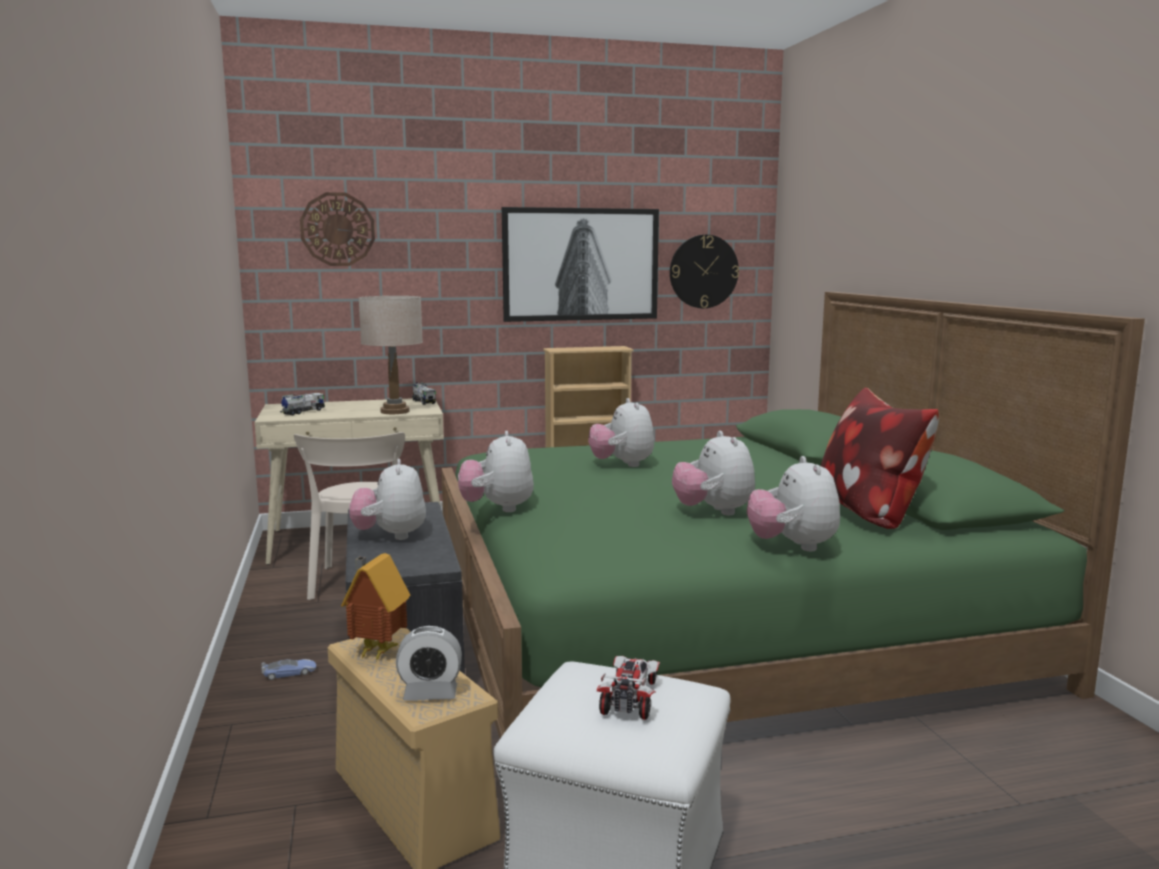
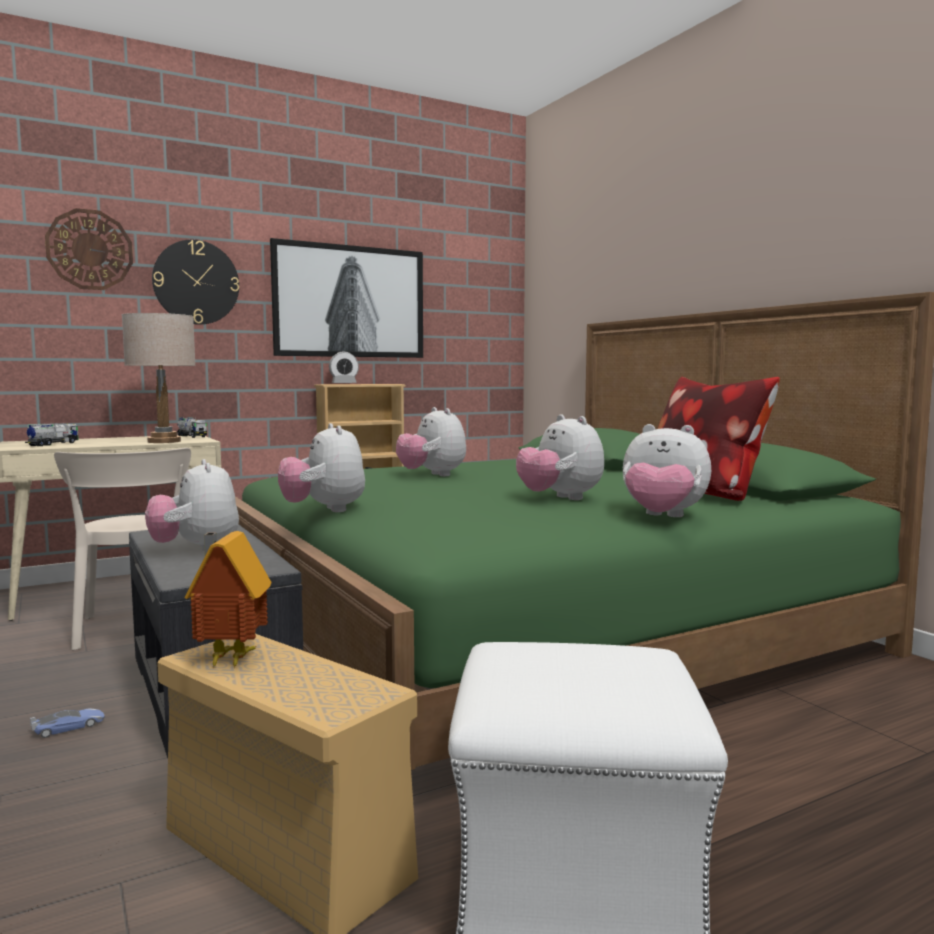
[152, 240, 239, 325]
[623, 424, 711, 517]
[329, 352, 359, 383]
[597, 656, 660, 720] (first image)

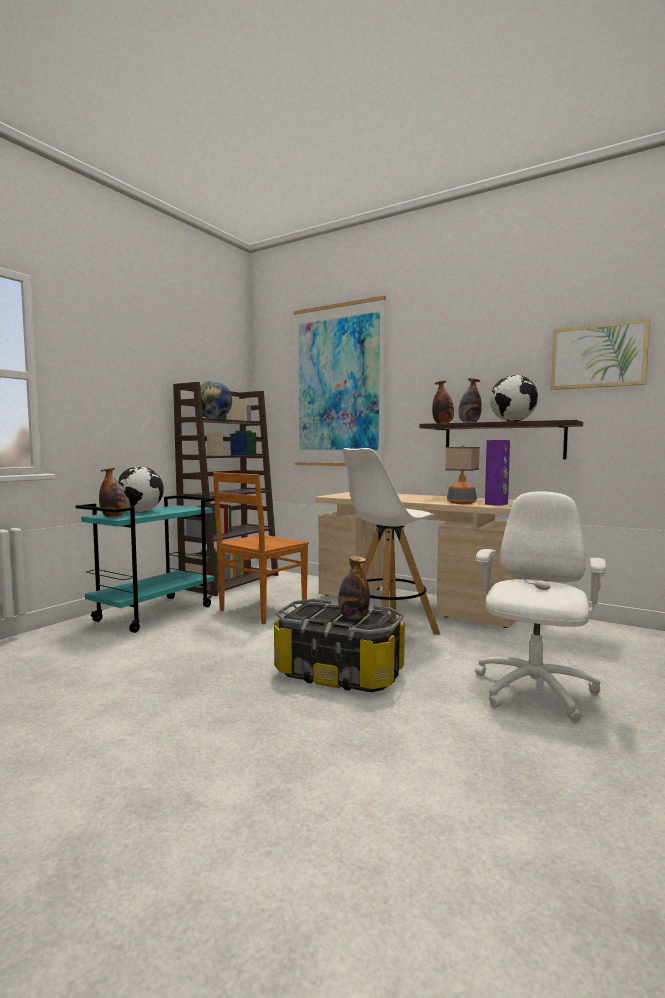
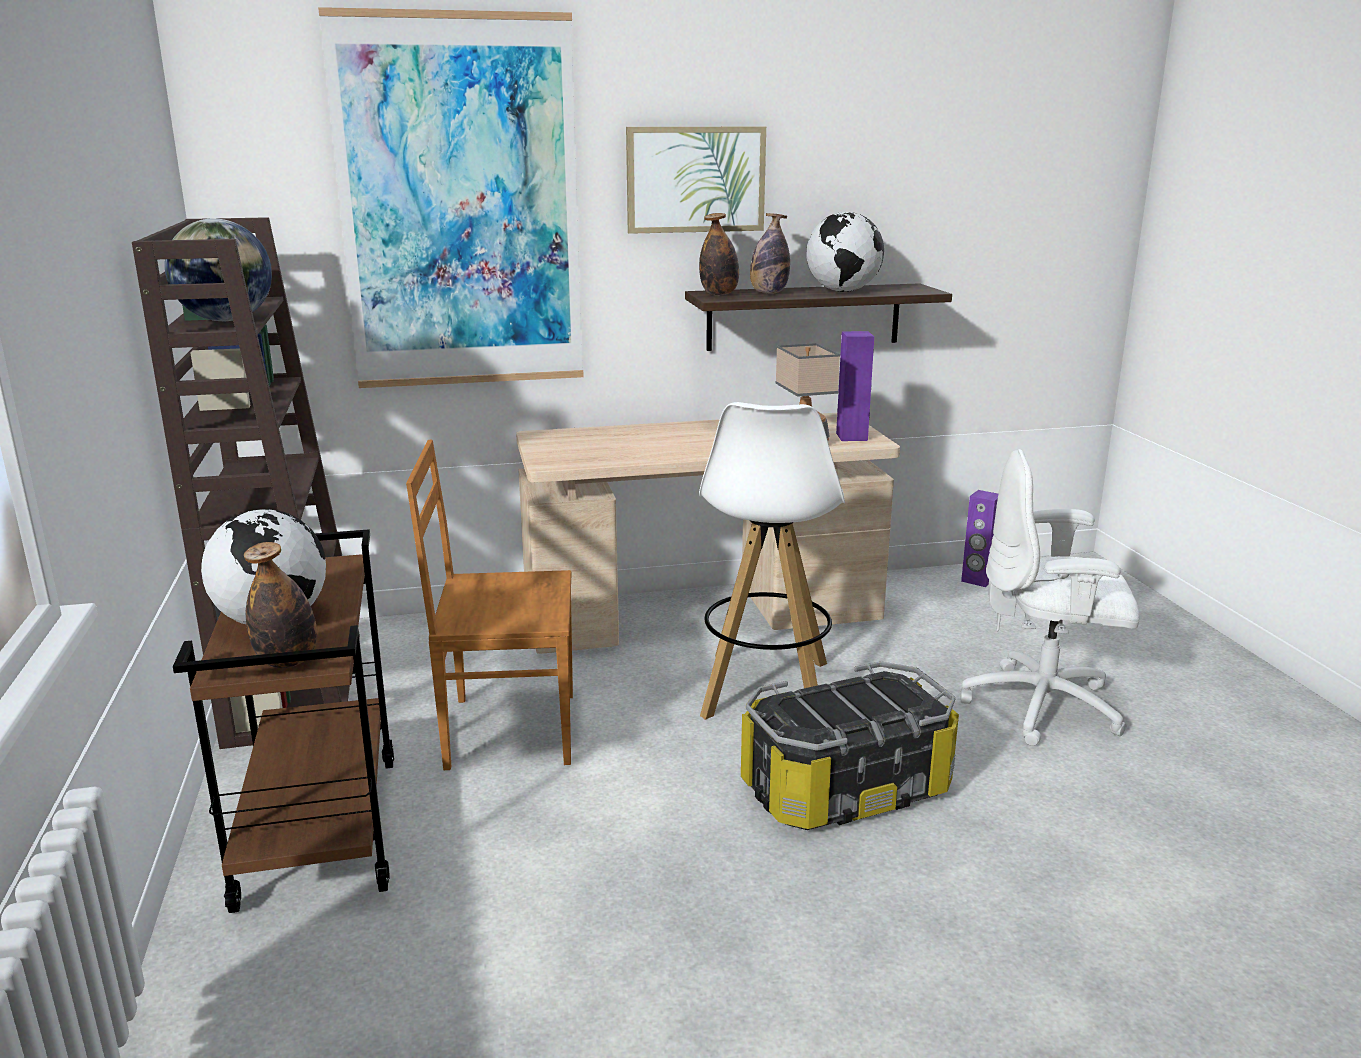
[626, 127, 766, 234]
[406, 439, 573, 770]
[961, 449, 1140, 746]
[173, 529, 394, 913]
[338, 556, 370, 619] (first image)
[961, 490, 998, 587]

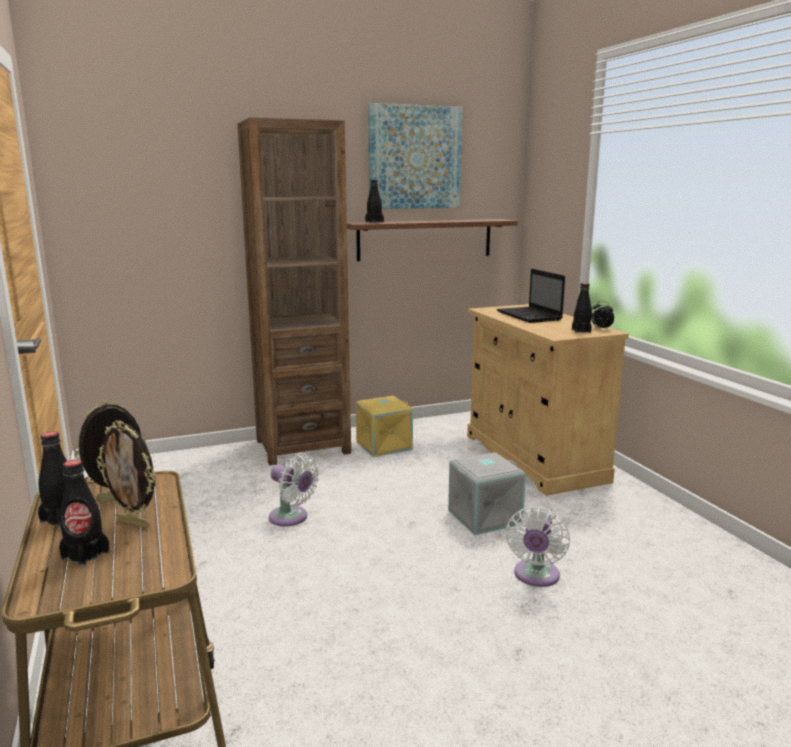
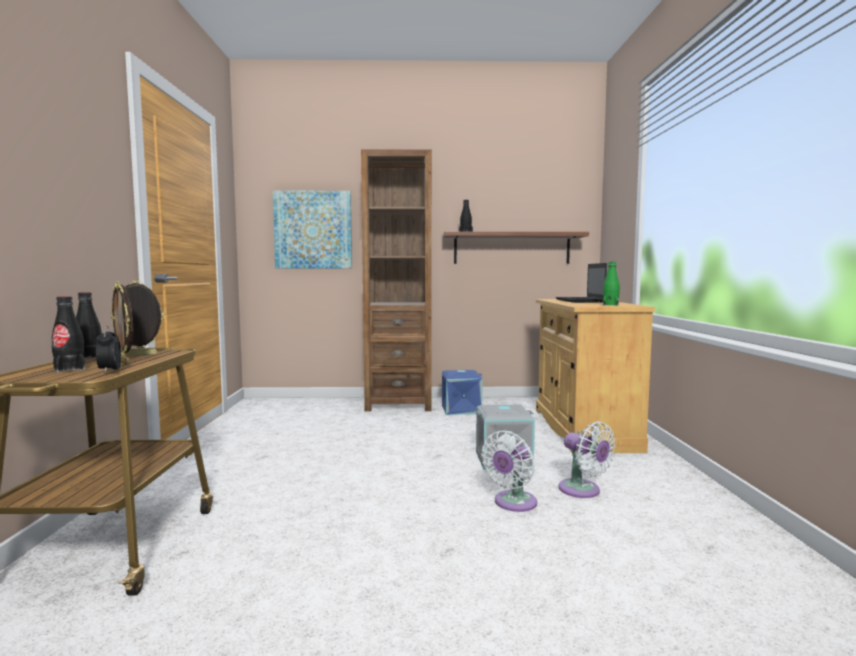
[273, 190, 352, 268]
[603, 262, 620, 306]
[96, 326, 121, 373]
[442, 370, 483, 415]
[559, 421, 616, 498]

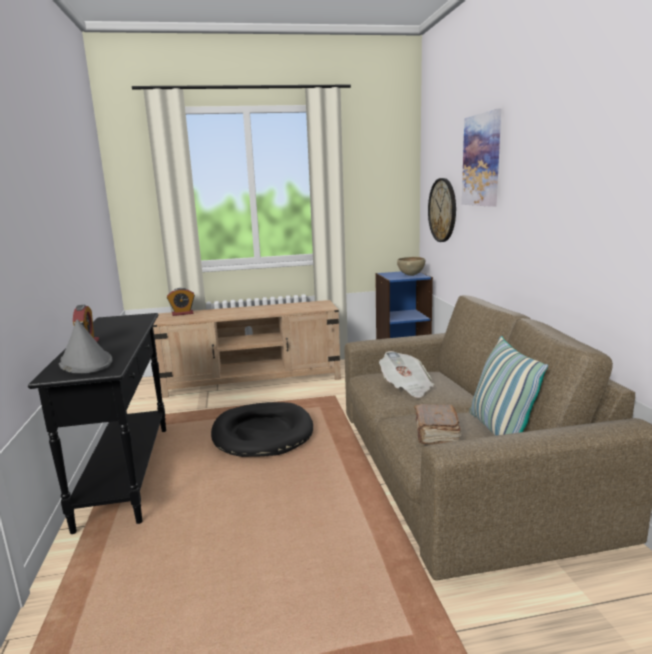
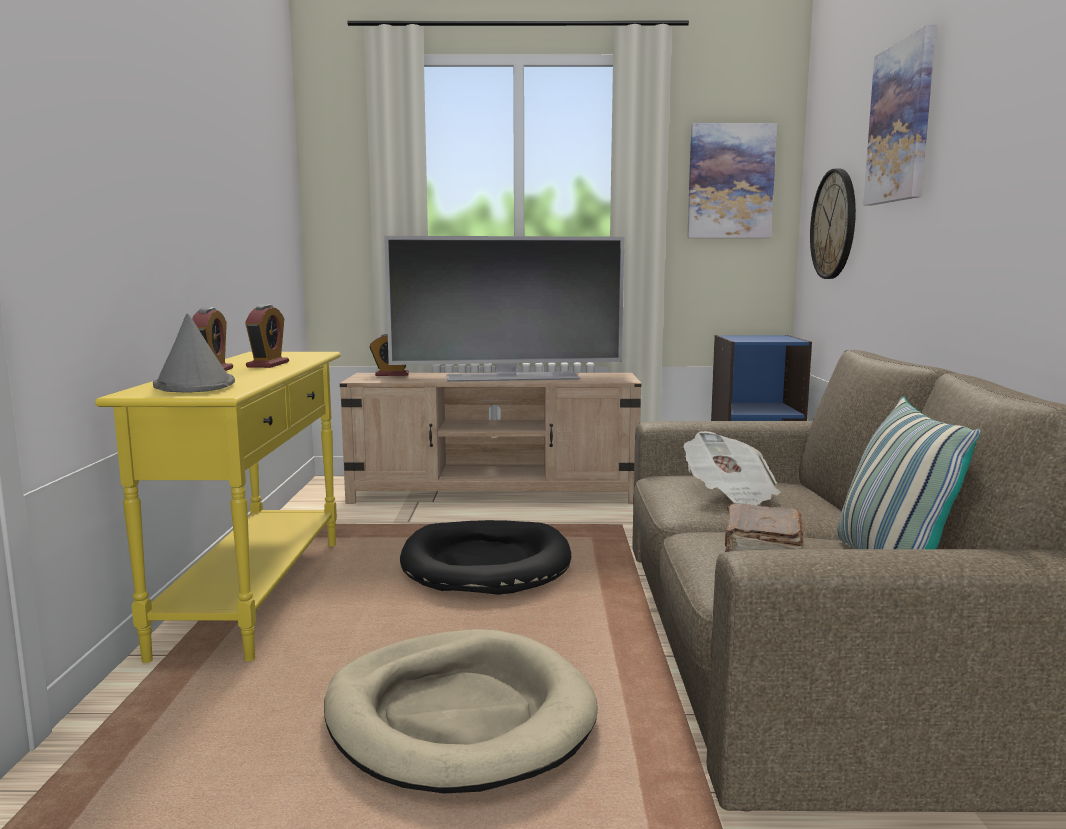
[397, 257, 425, 276] (first image)
[95, 352, 341, 663]
[687, 123, 777, 238]
[384, 236, 624, 382]
[245, 304, 289, 368]
[324, 629, 598, 793]

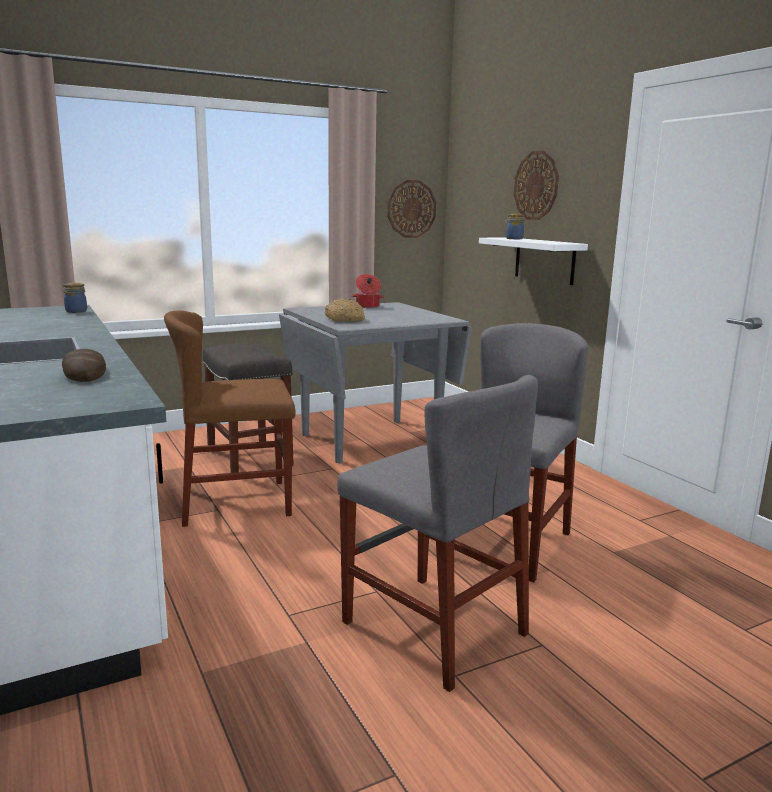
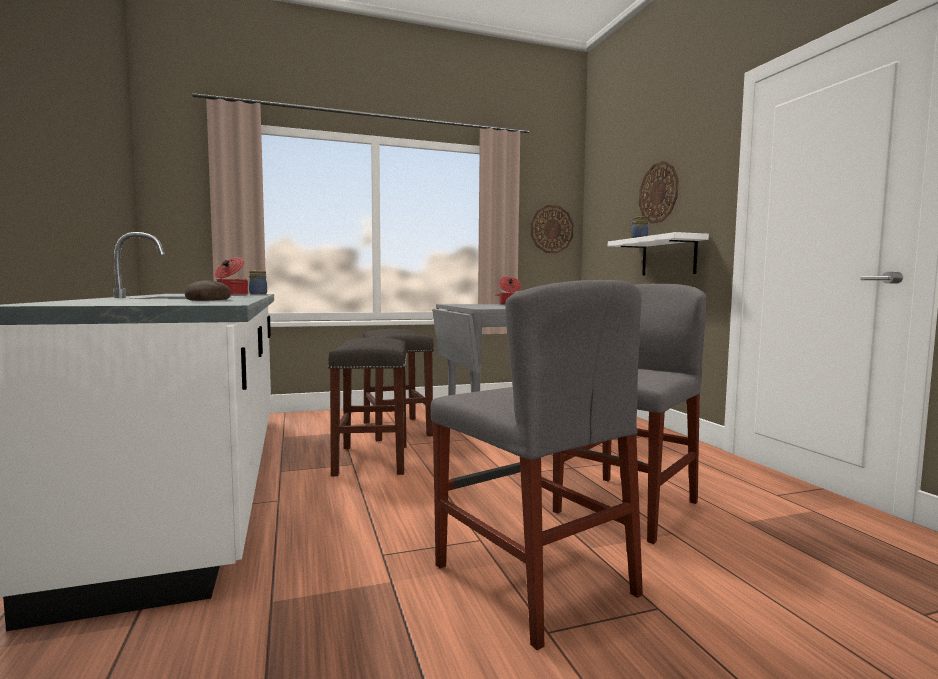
[325, 299, 365, 322] (first image)
[328, 337, 407, 476]
[215, 257, 248, 296]

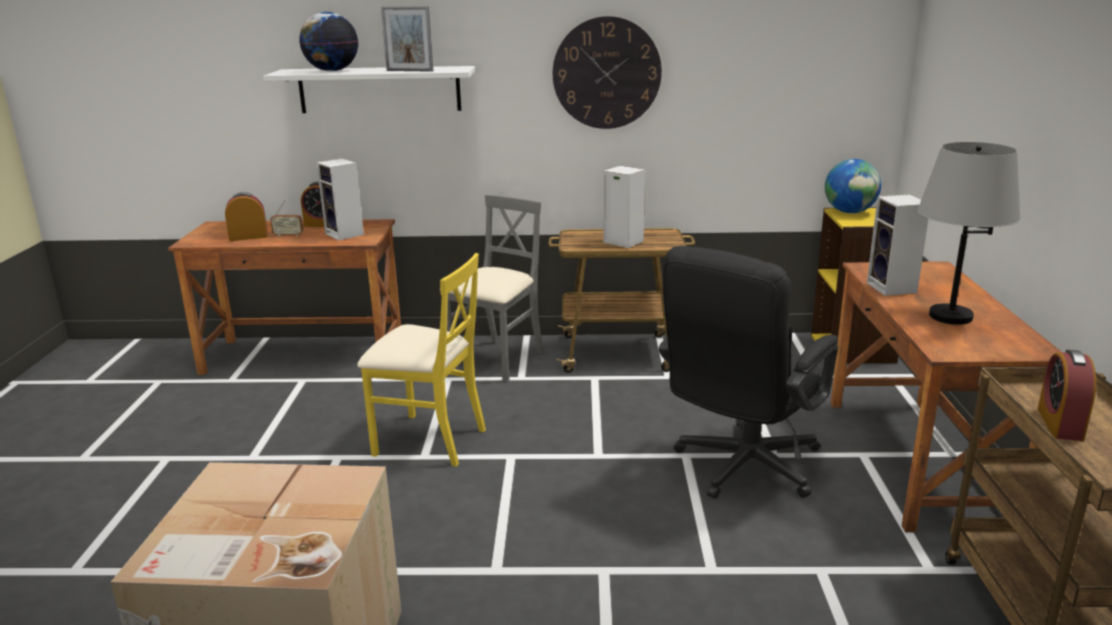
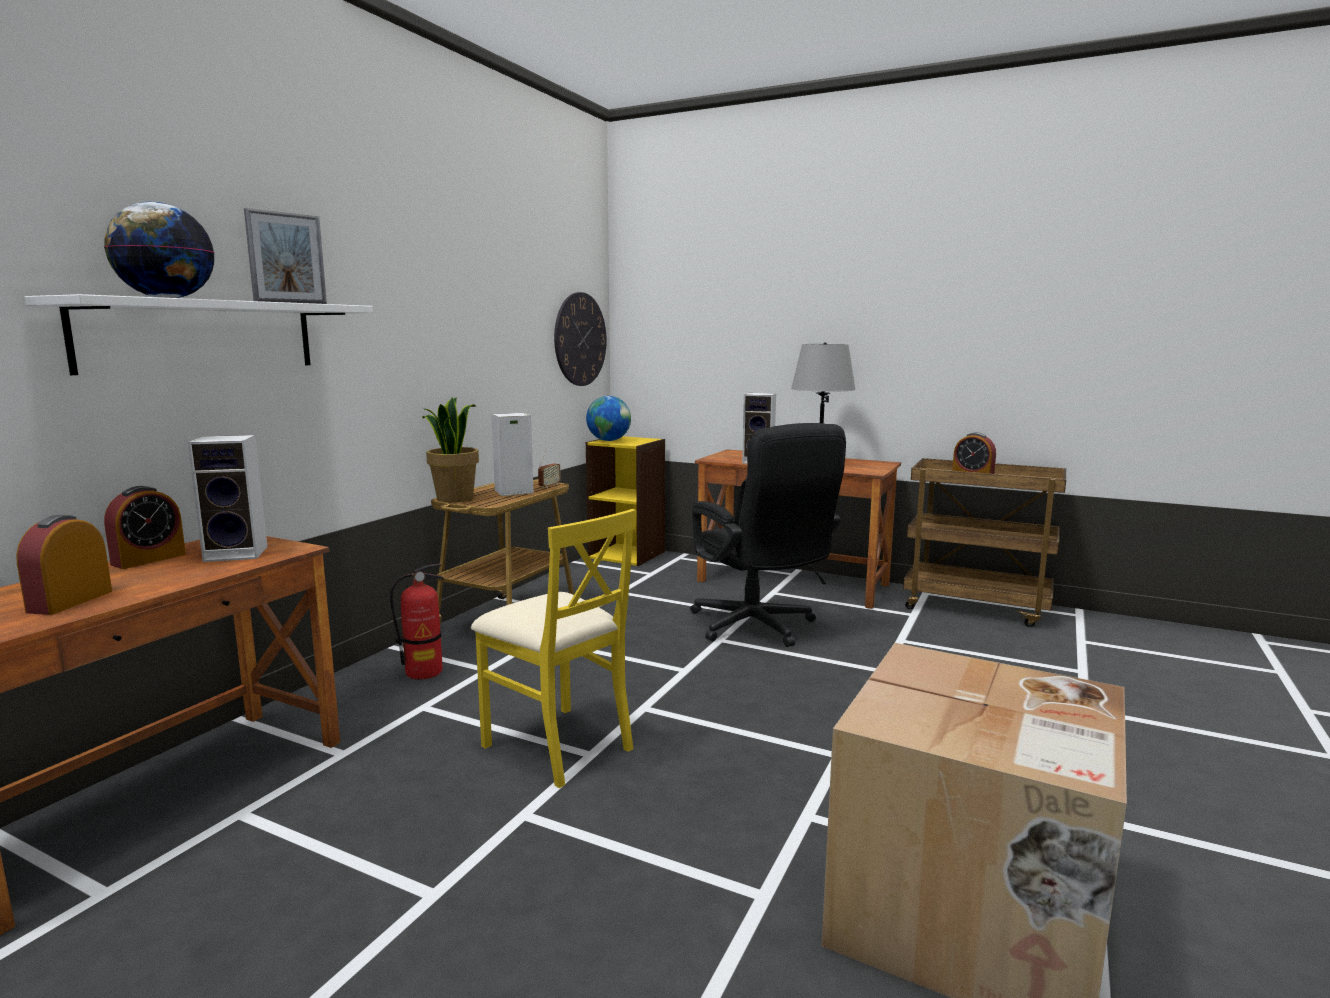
[554, 292, 607, 386]
[390, 564, 445, 679]
[538, 449, 561, 488]
[471, 509, 636, 788]
[422, 397, 479, 502]

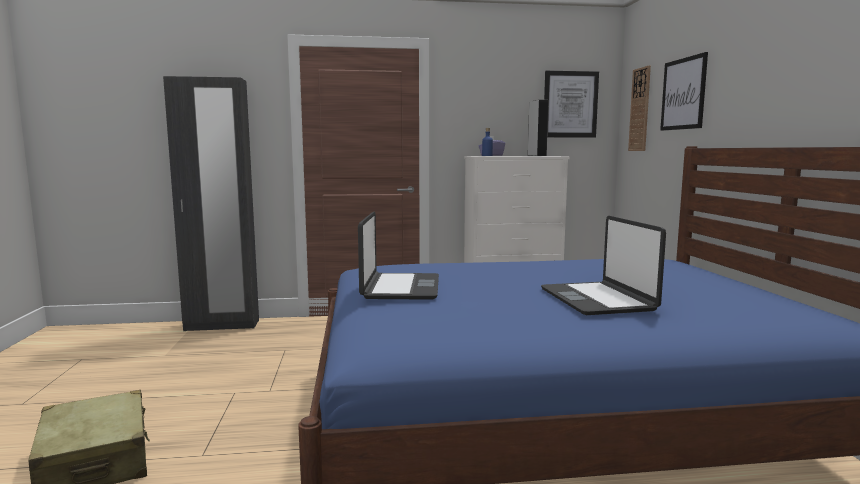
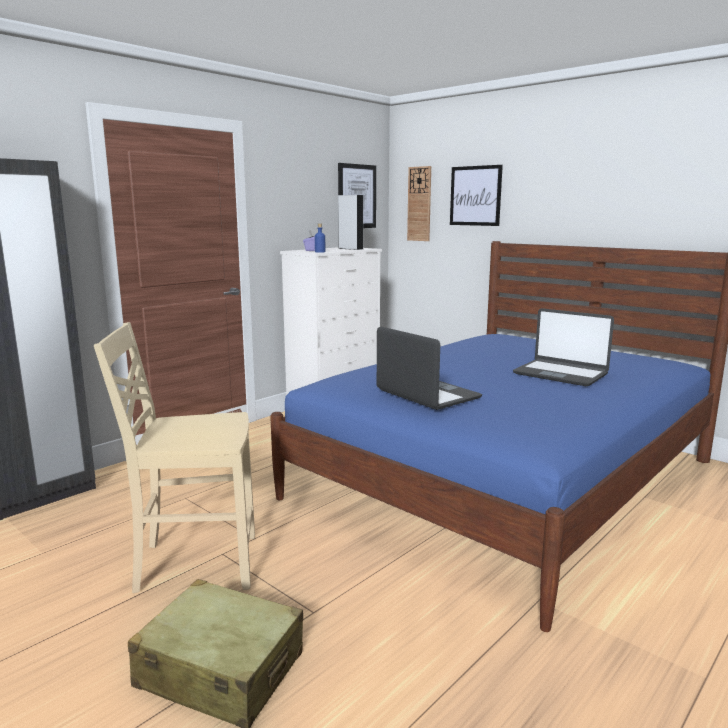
[94, 322, 255, 593]

